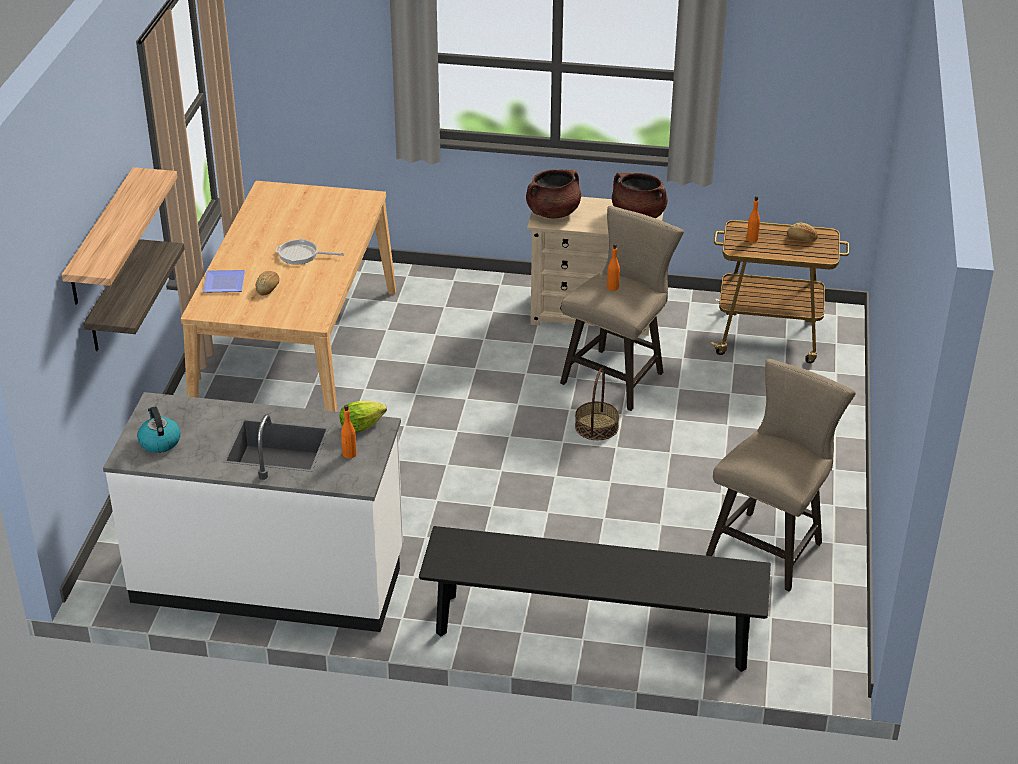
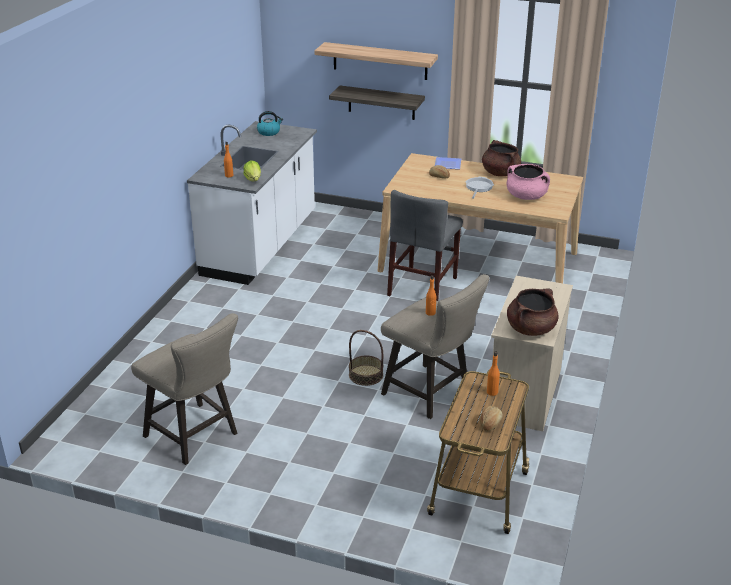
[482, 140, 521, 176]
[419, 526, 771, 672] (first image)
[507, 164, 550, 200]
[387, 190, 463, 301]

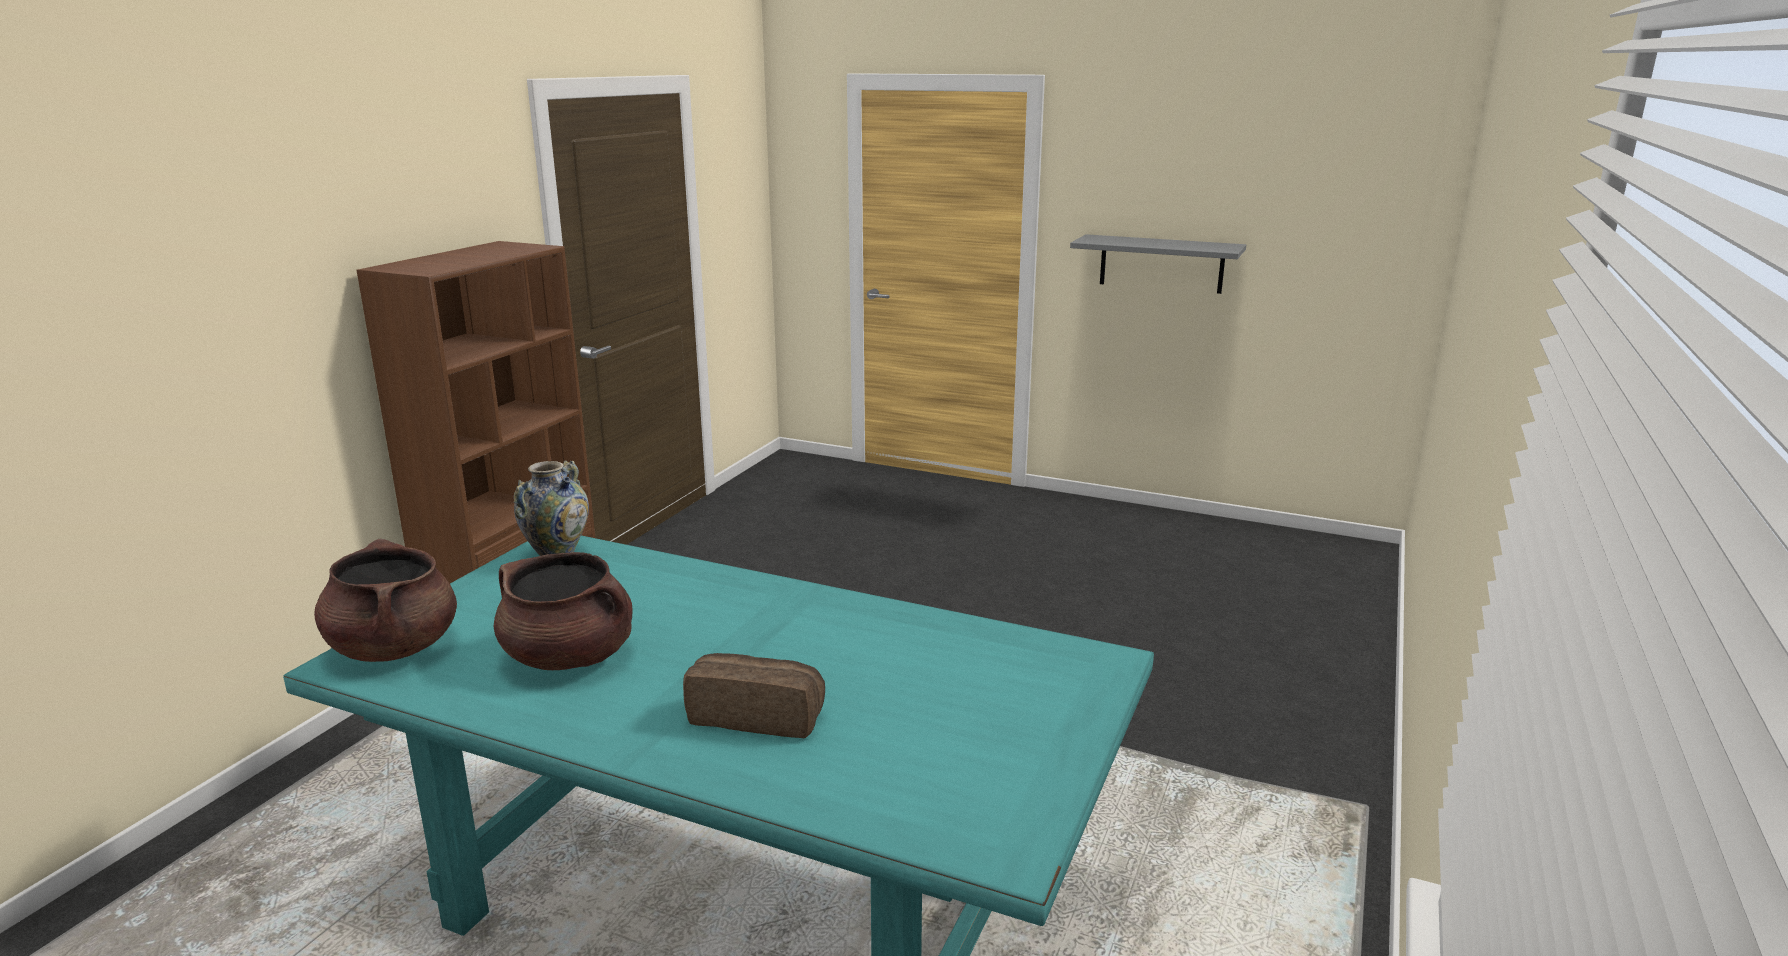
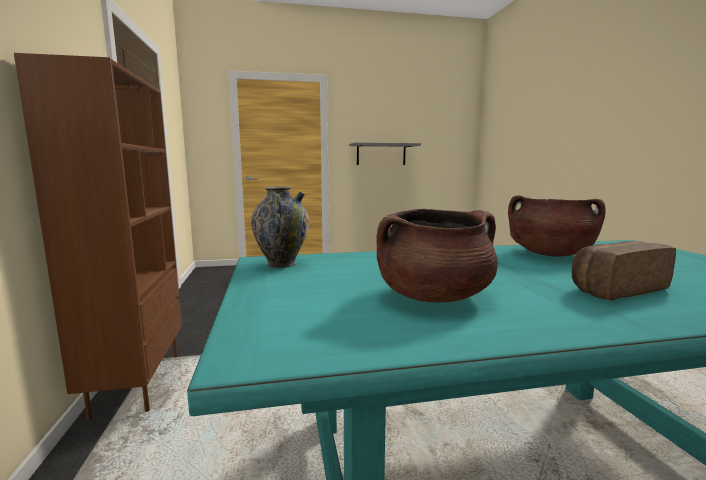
[508, 195, 606, 257]

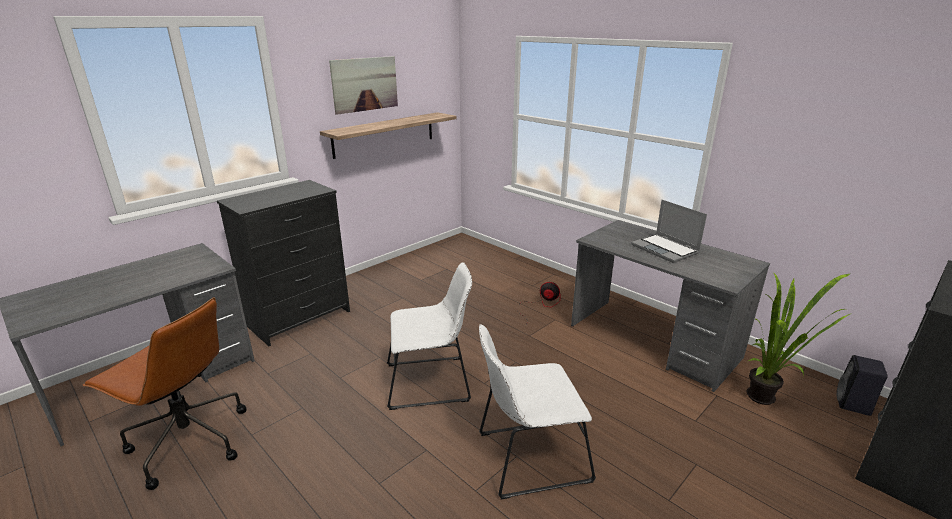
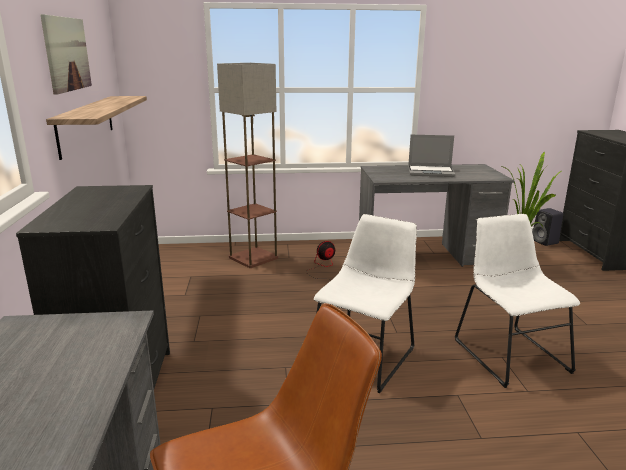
[455, 214, 580, 388]
[217, 63, 278, 268]

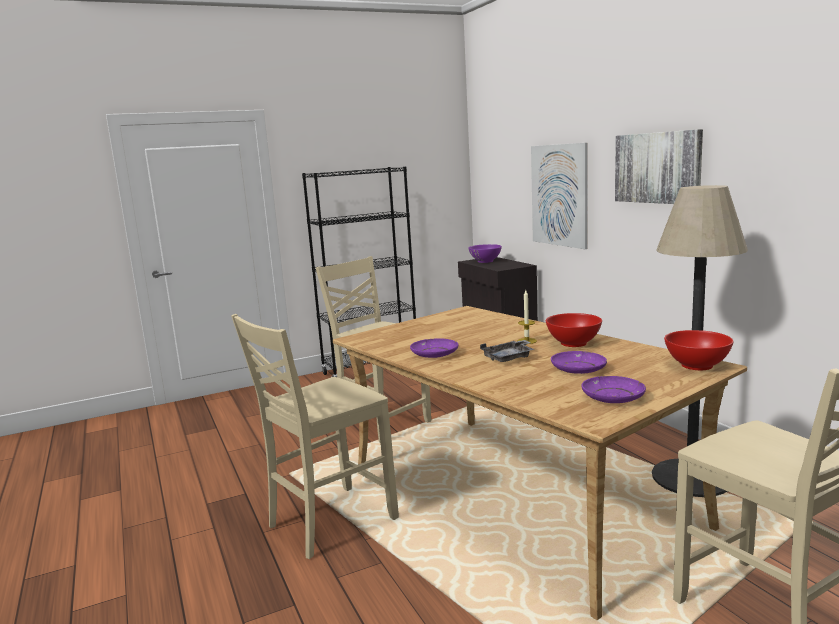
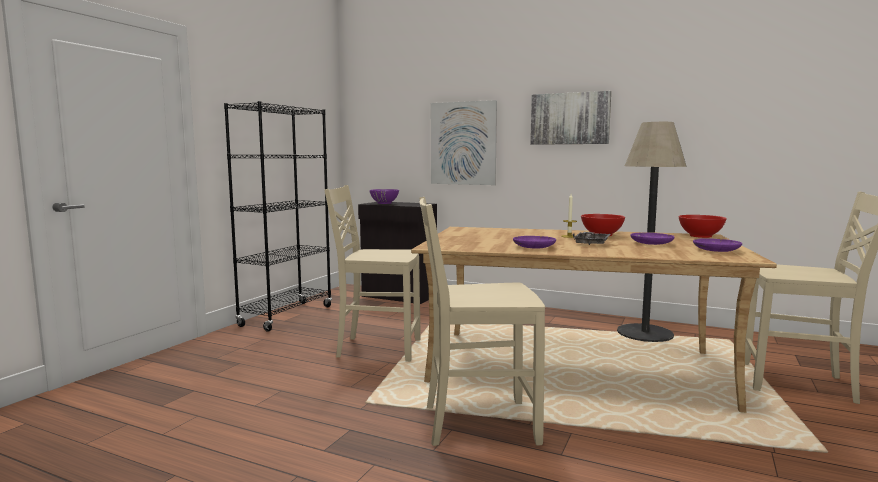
[420, 197, 545, 446]

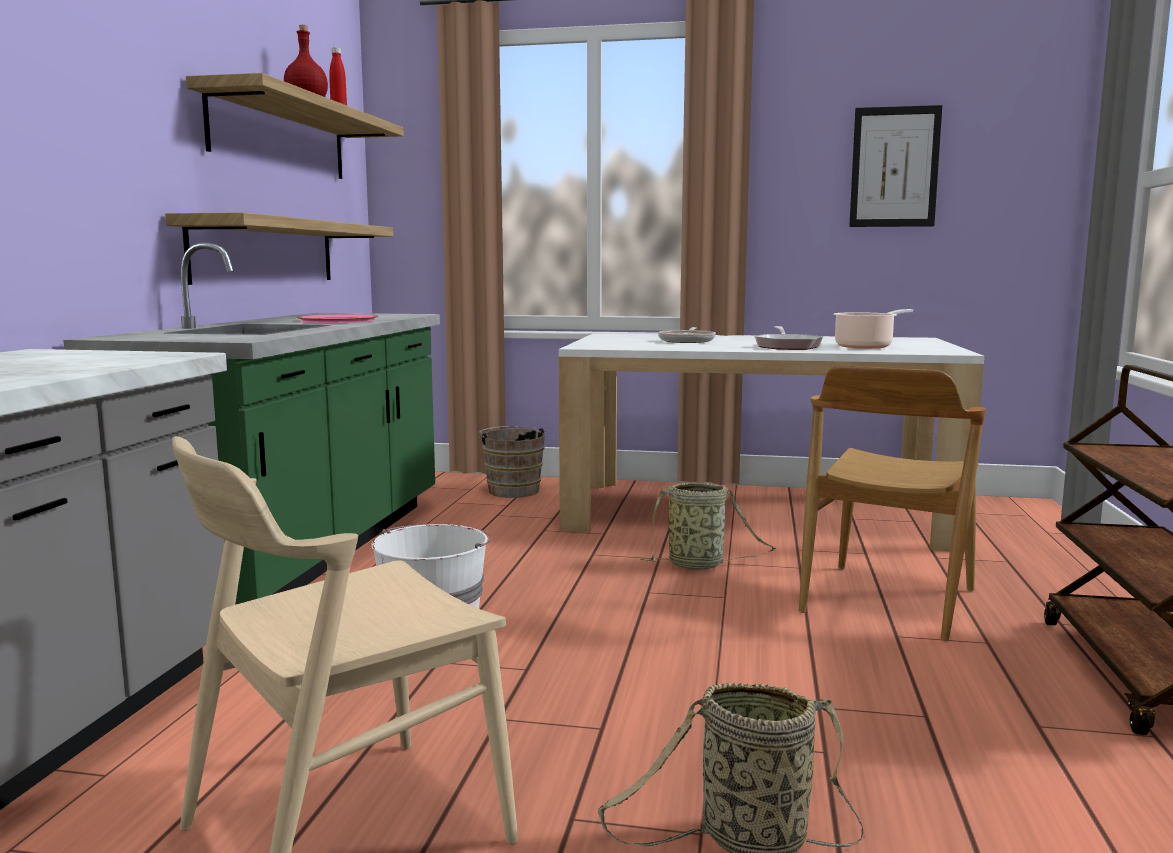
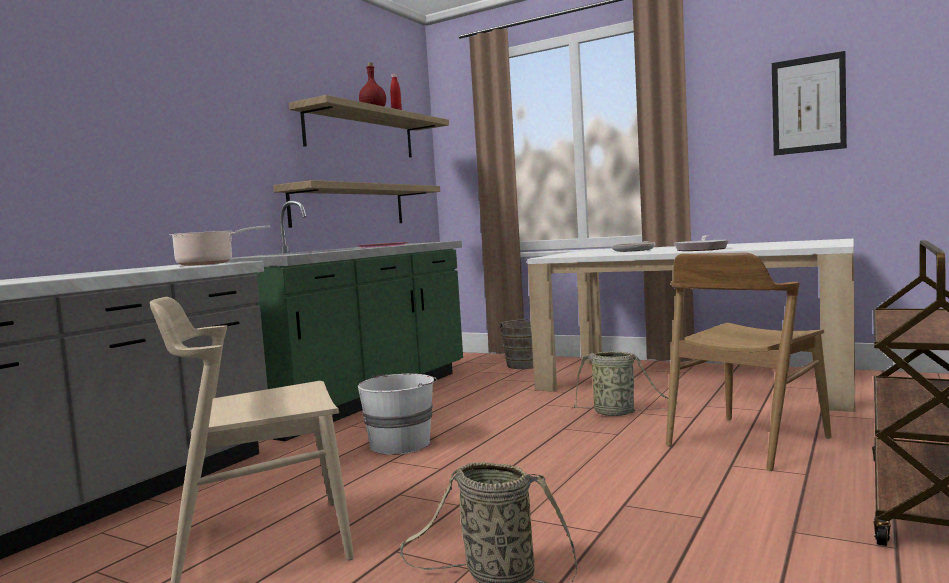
[170, 226, 270, 266]

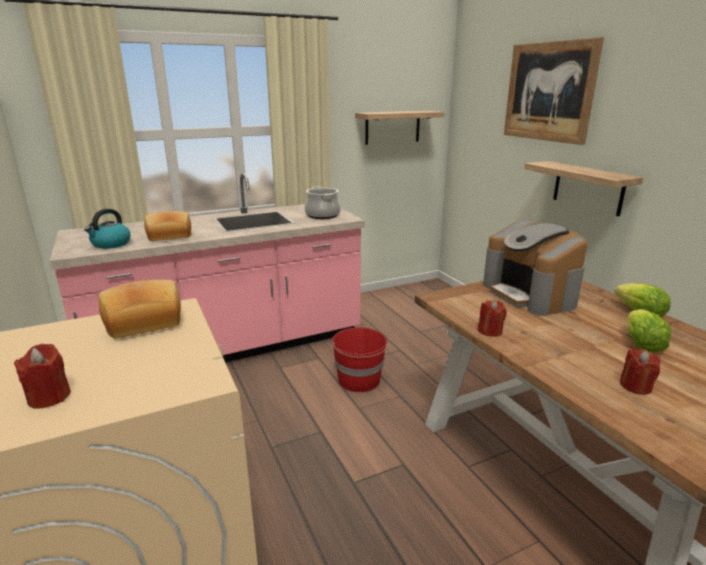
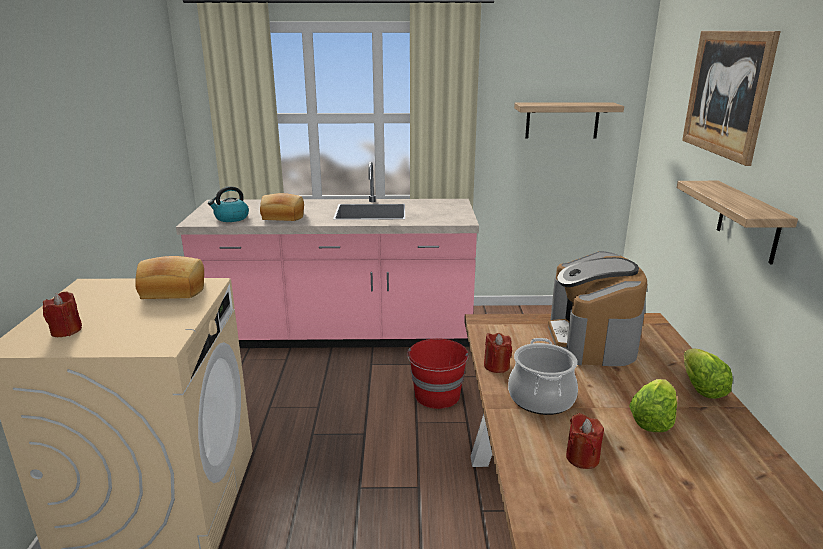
[508, 338, 578, 415]

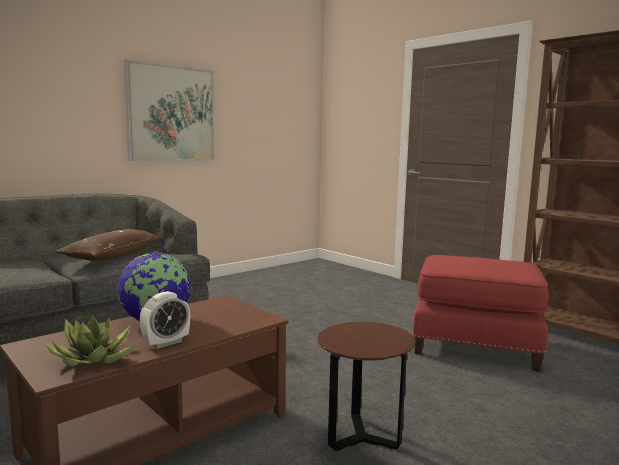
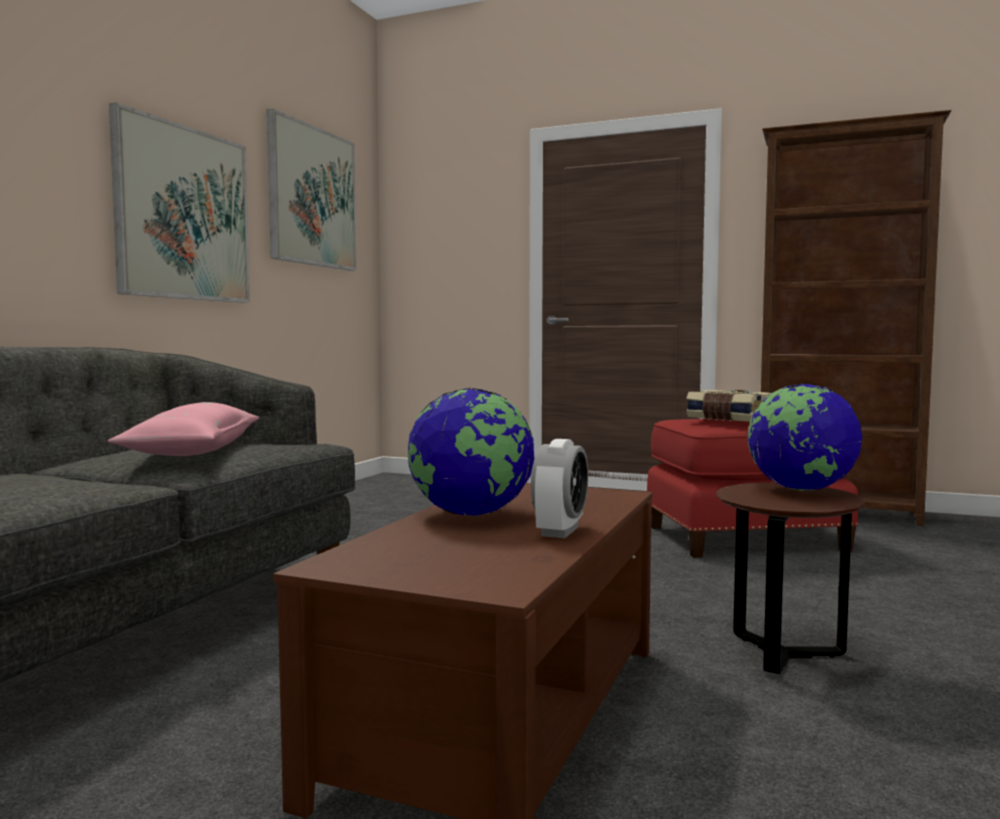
[108, 402, 259, 456]
[43, 315, 136, 366] (first image)
[267, 108, 357, 271]
[748, 383, 862, 491]
[686, 389, 772, 422]

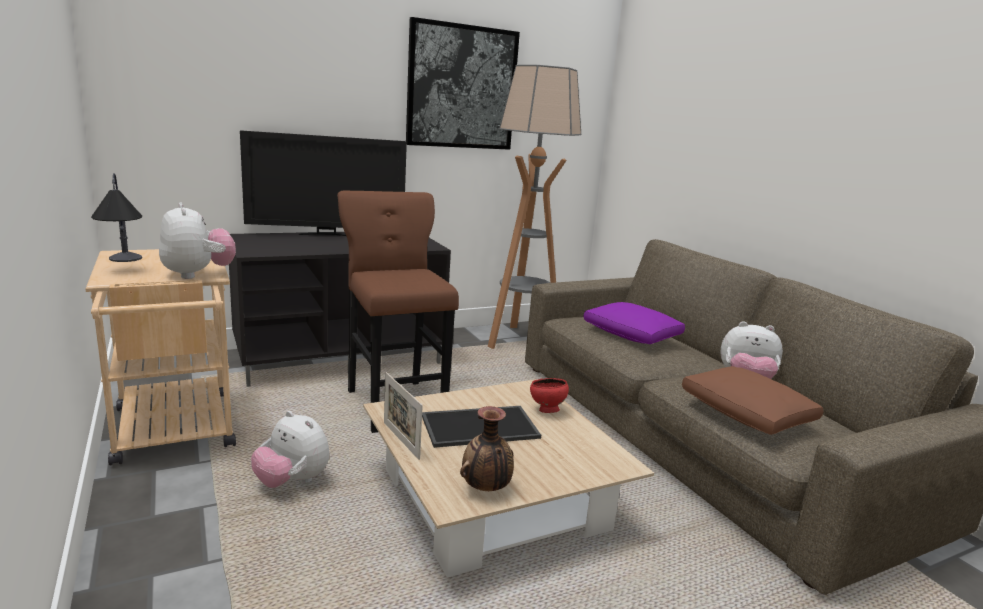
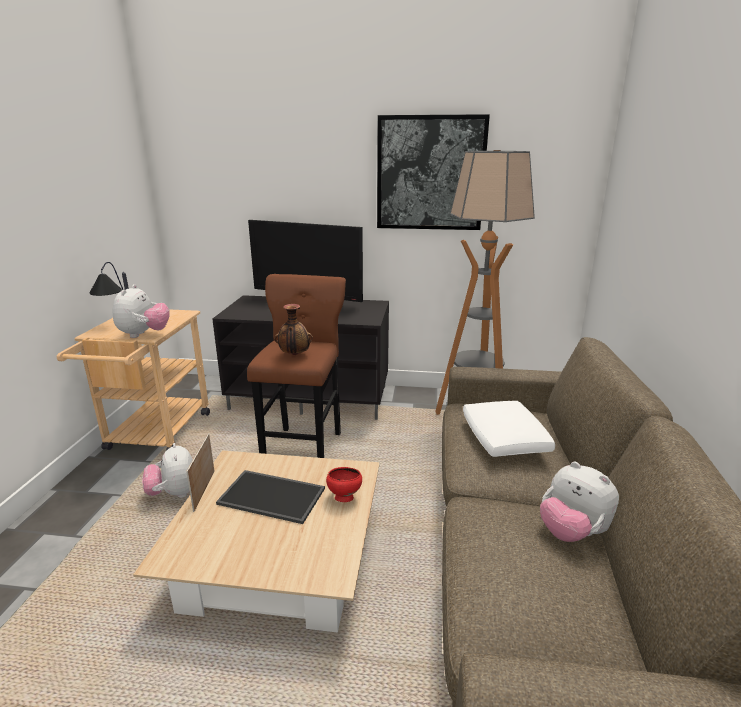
[463, 401, 555, 457]
[682, 366, 823, 435] (first image)
[274, 304, 313, 355]

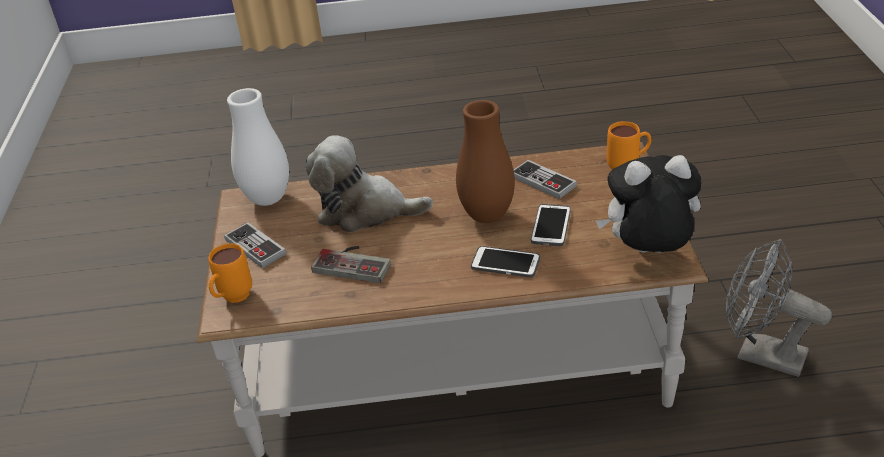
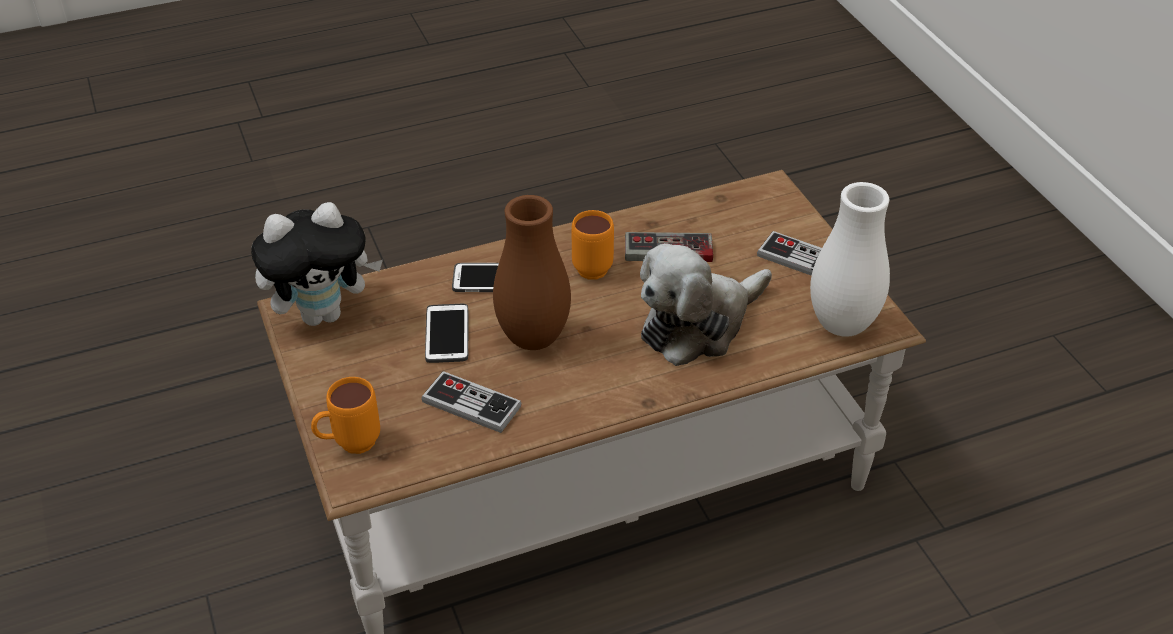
[640, 243, 772, 366]
[726, 239, 832, 377] (first image)
[572, 210, 614, 280]

